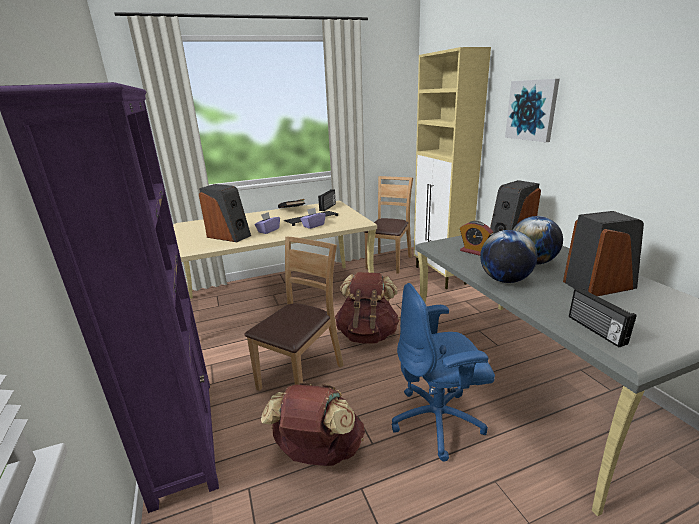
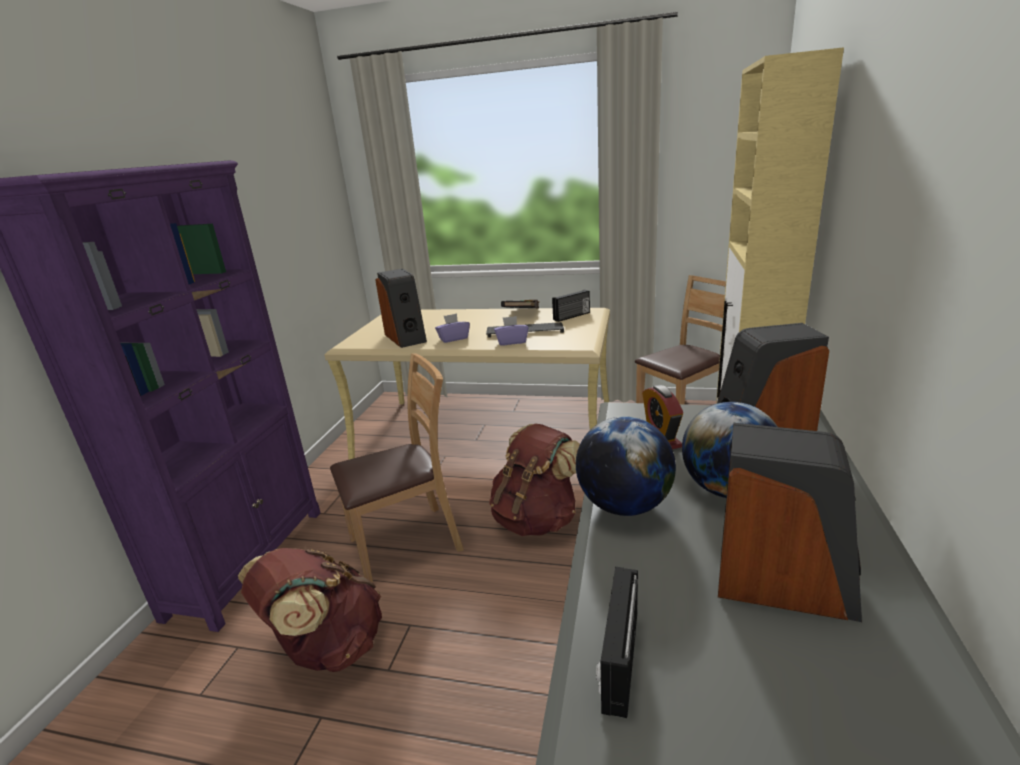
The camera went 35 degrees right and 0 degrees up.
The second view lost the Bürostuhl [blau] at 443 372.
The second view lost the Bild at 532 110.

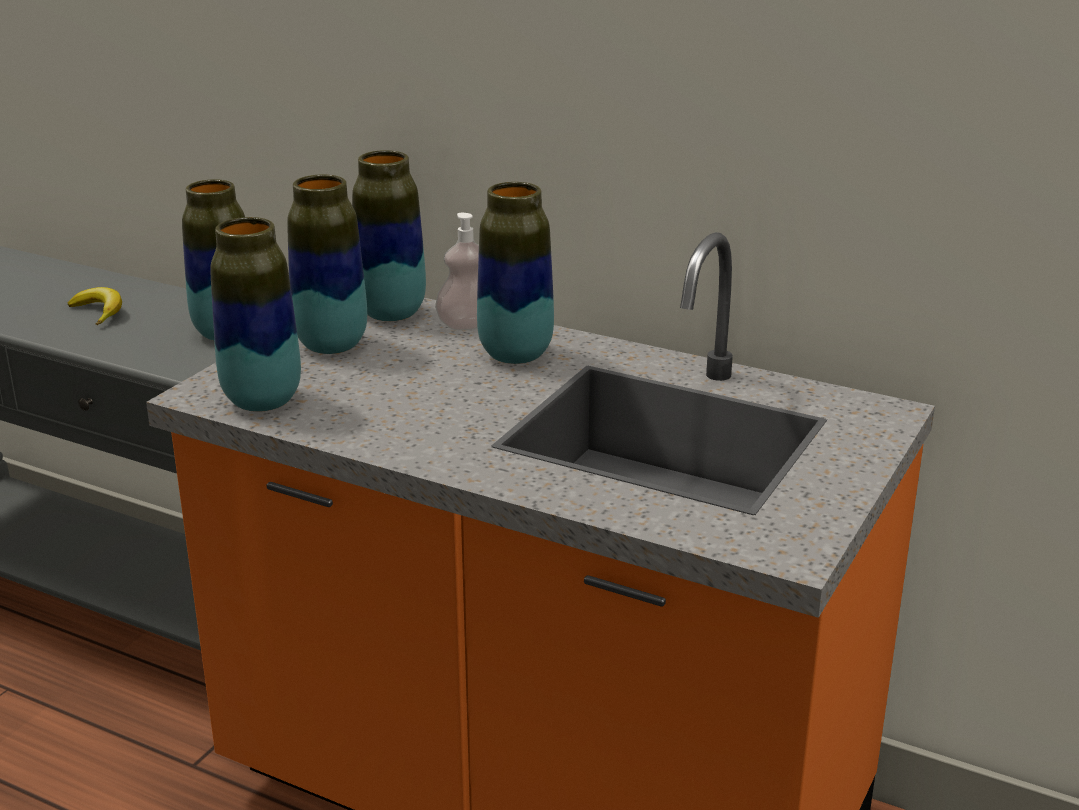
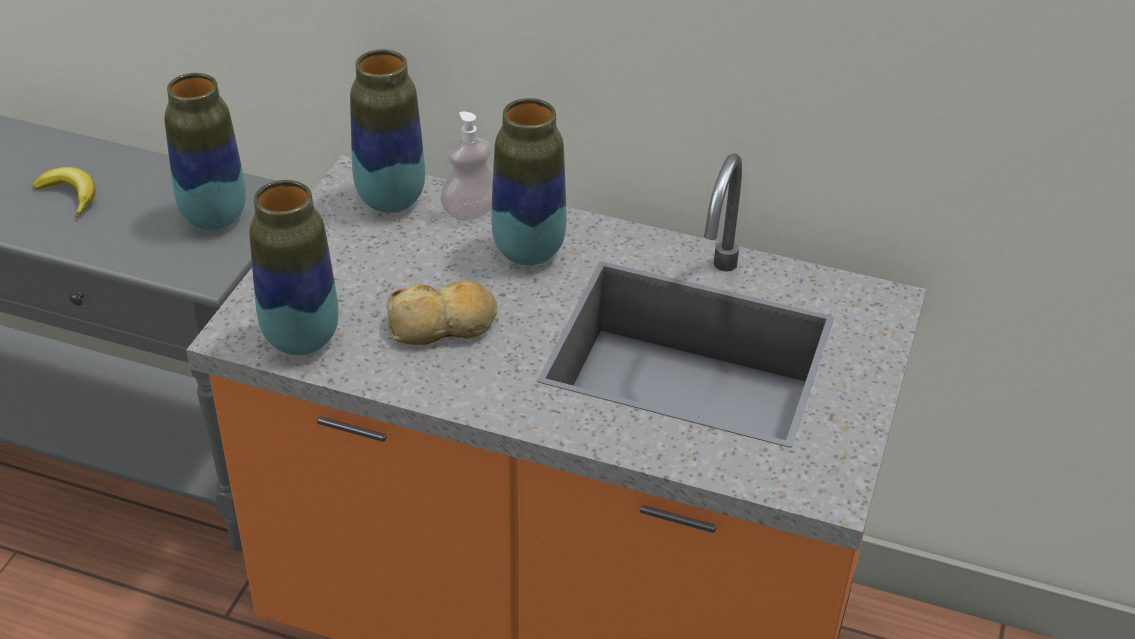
The camera went 10 degrees left and 15 degrees up.
The second view lost the Vase at 327 264.
The second view gained the Brot at 442 312.

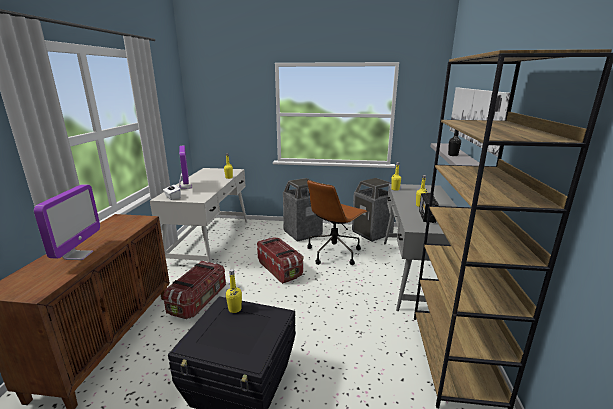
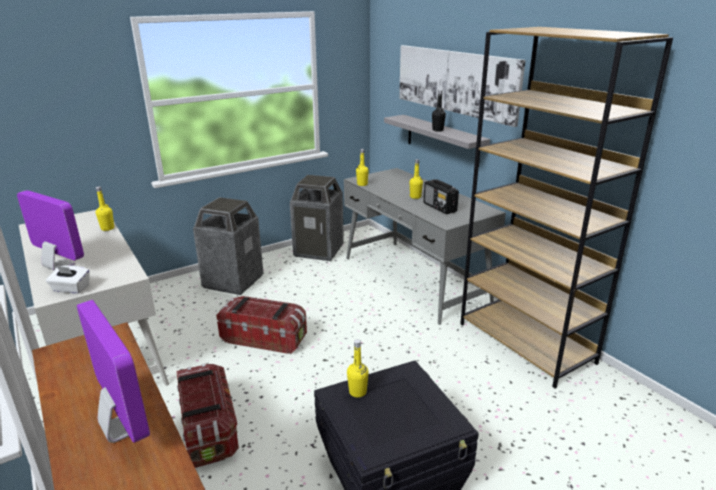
The camera went 40 degrees left and 5 degrees up.
The second view lost the Bürostuhl [braun] at 337 222.

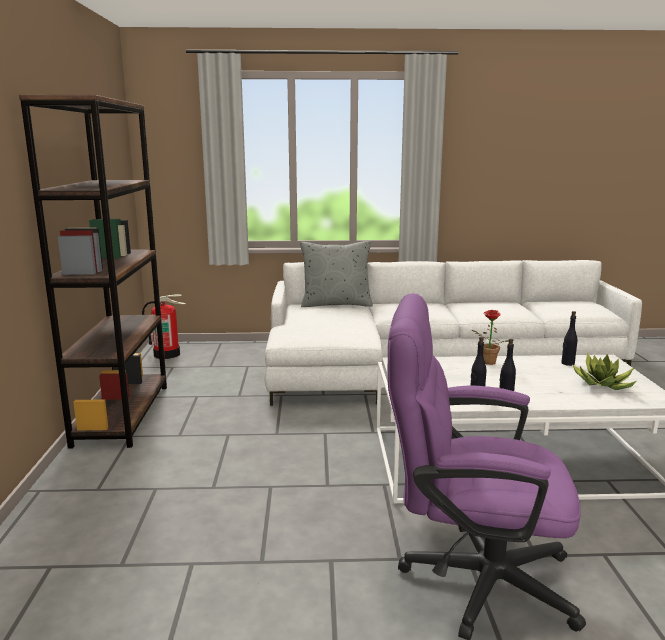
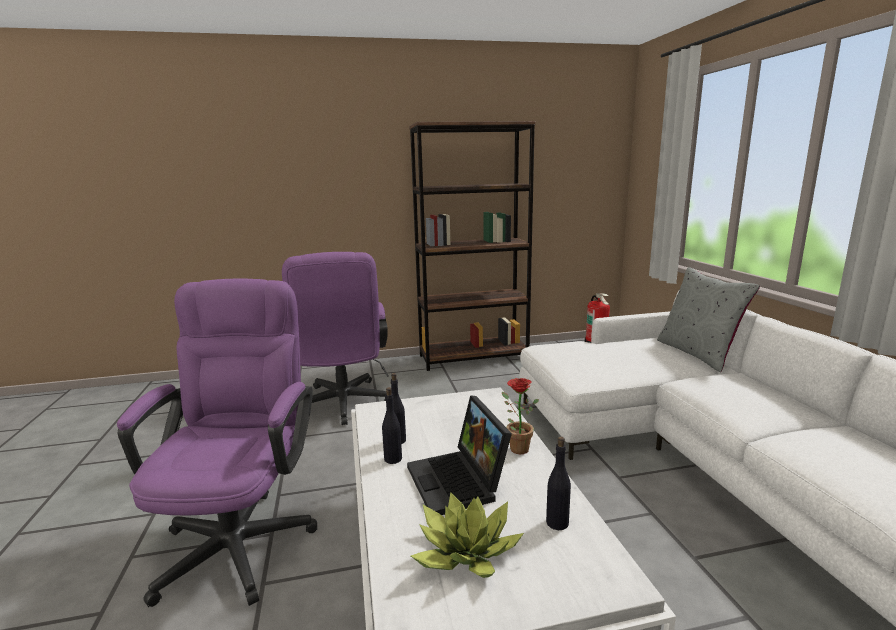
The camera went 80 degrees right and 0 degrees up.
The second view gained the Bürostuhl [lila] at 335 338.
The second view gained the Laptop at 459 455.

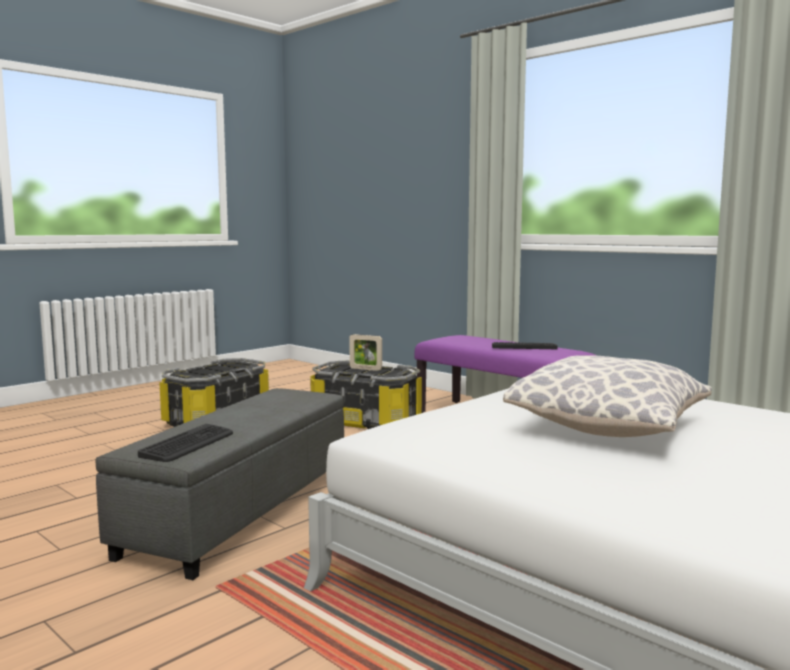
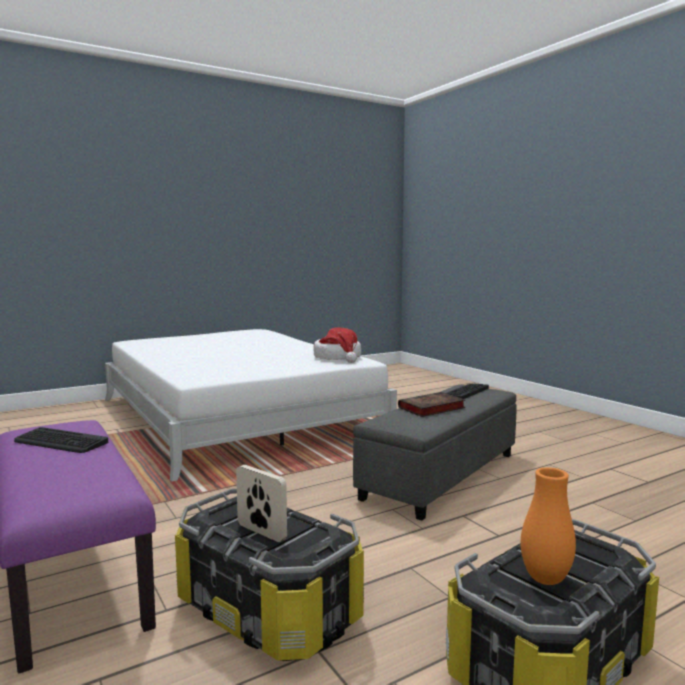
The camera went 165 degrees left and 0 degrees up.
The second view lost the Kissen at 607 396.
The second view gained the Hut at 337 345.
The second view gained the Buch at 431 404.
The second view gained the Vase [orange] at 548 526.

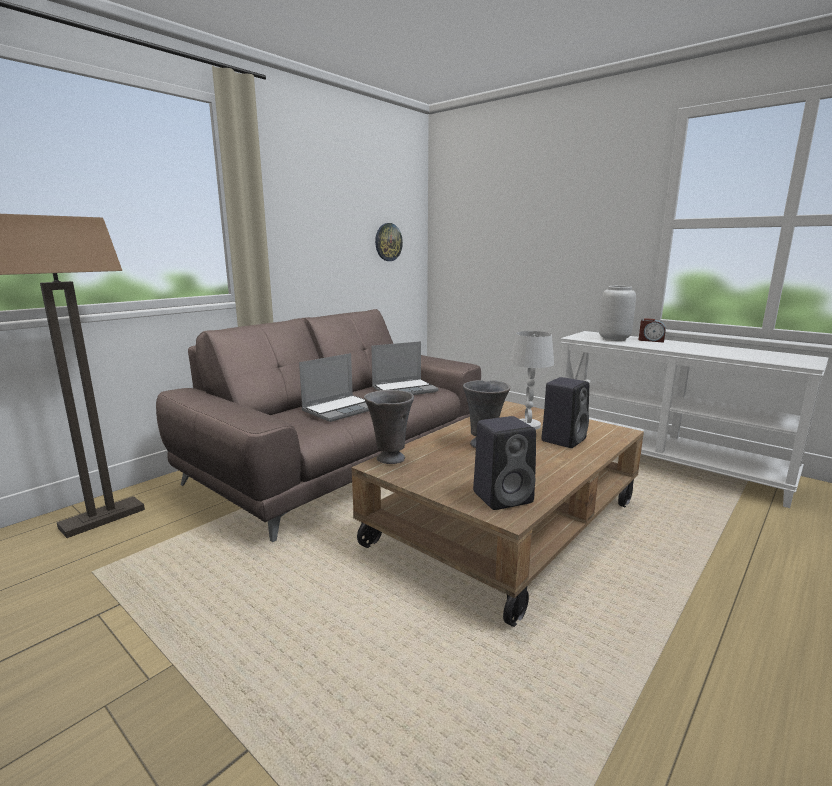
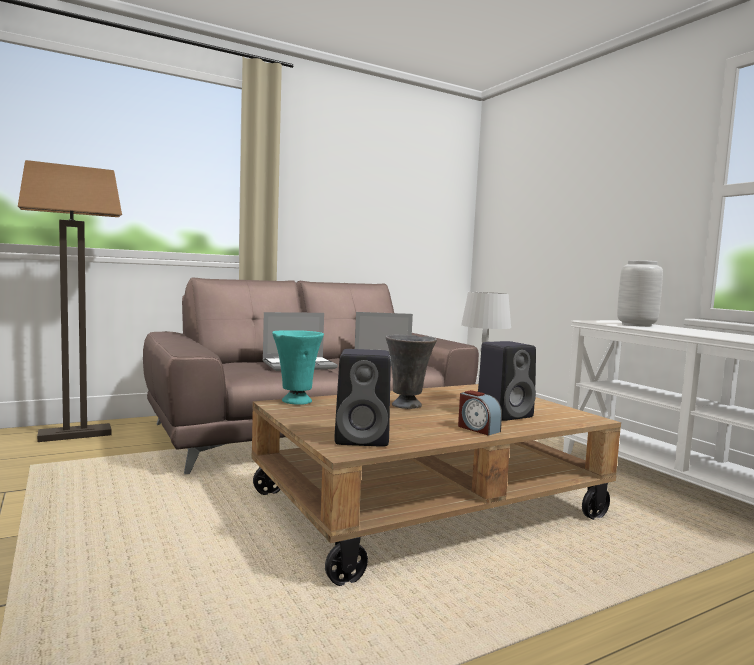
The camera went 20 degrees right and 10 degrees down.
The second view lost the Wanduhr at 389 242.
The Wecker ended up elsewhere, having gone from 652 330 to 480 413.
What was the Vase [grau] at 389 427 turned into the Vase [türkis] at 298 367.

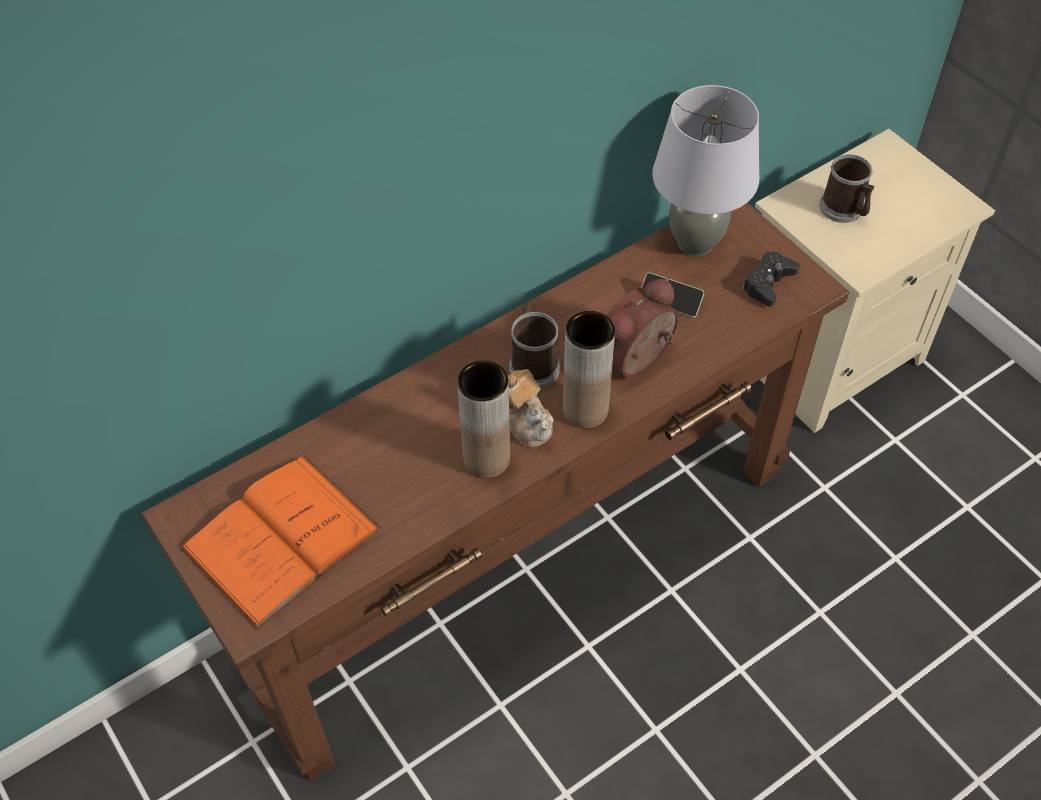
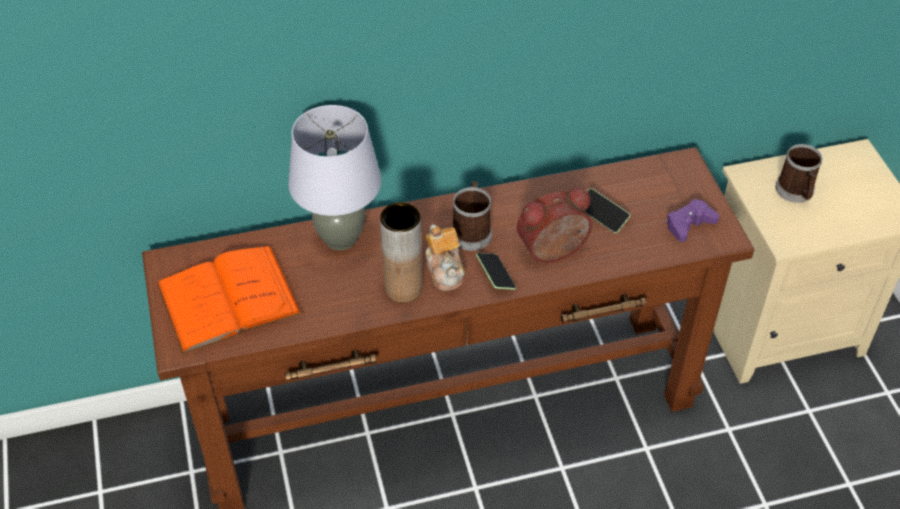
The camera went 20 degrees right and 5 degrees down.
The Tischlampe [grau] ended up elsewhere, having gone from 705 170 to 334 177.
Where the Vase [braun] stood at 589 370, the Handy came to stand at 496 271.
What was the Gamepad [schwarz] at 771 279 turned into the Gamepad [lila] at 692 220.

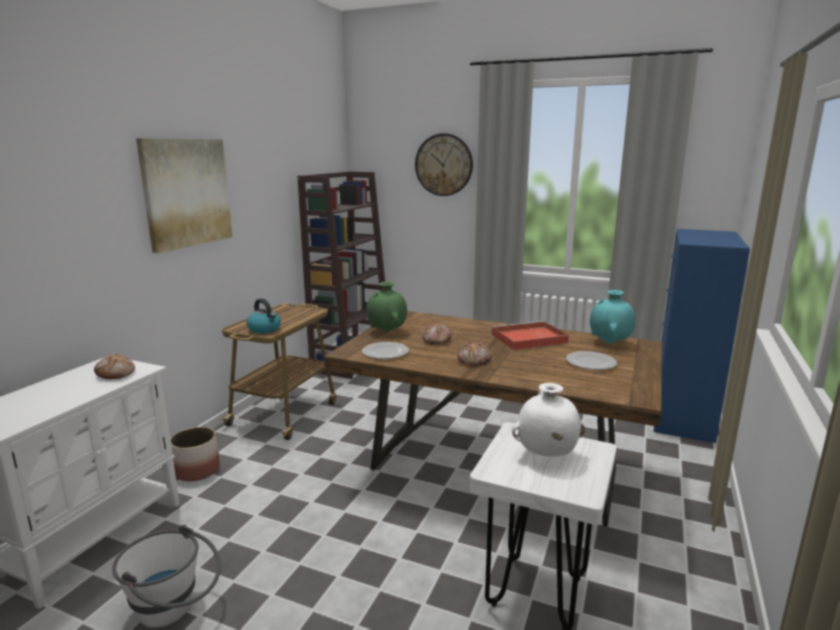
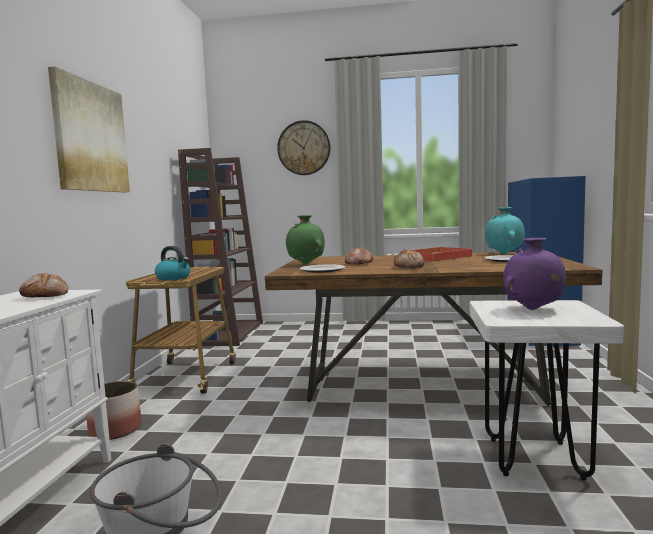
The camera went 15 degrees left and 10 degrees down.
What was the Vase [weiß] at 548 420 turned into the Vase [lila] at 534 274.

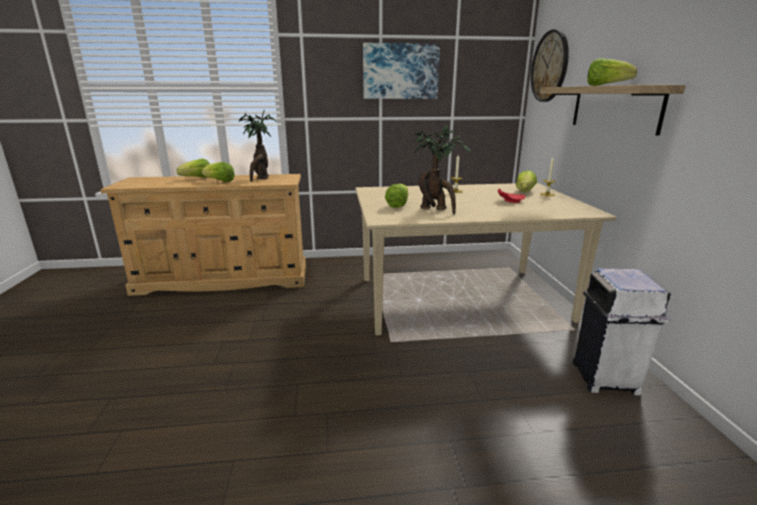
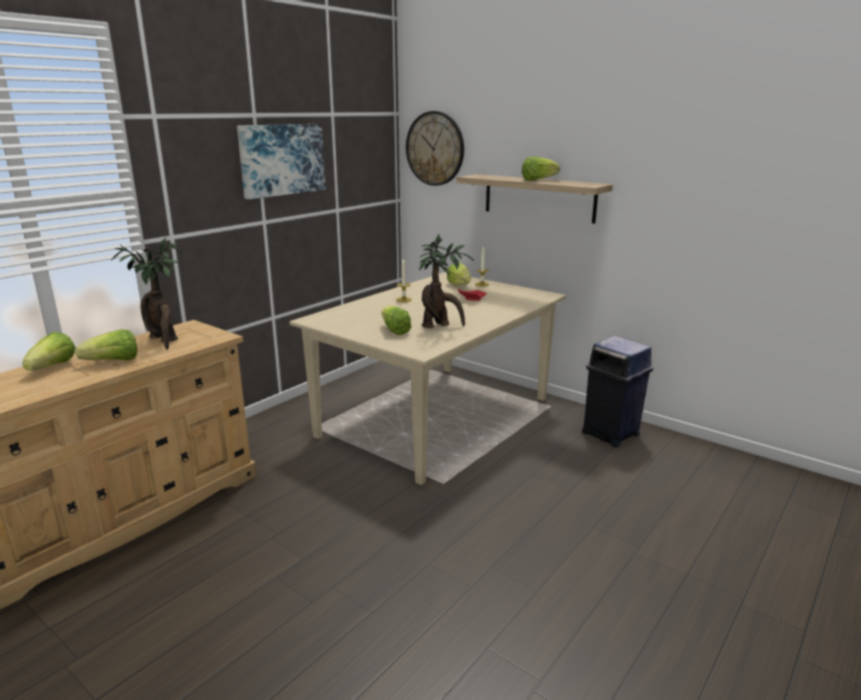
The camera went 45 degrees left and 0 degrees up.
What was the Mülleimer [weiß] at 622 332 turned into the Mülleimer [blau] at 617 391.

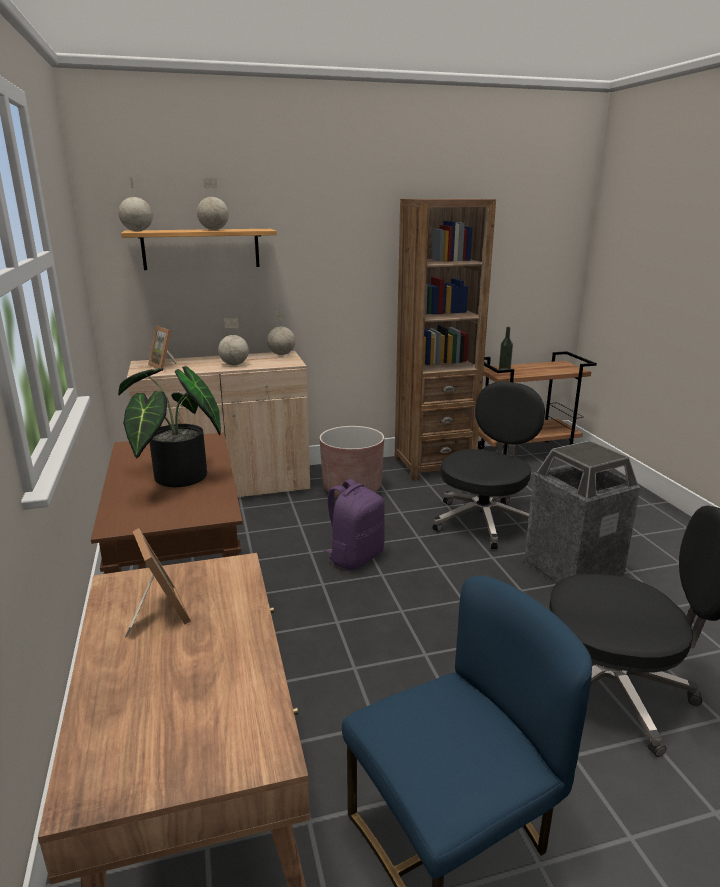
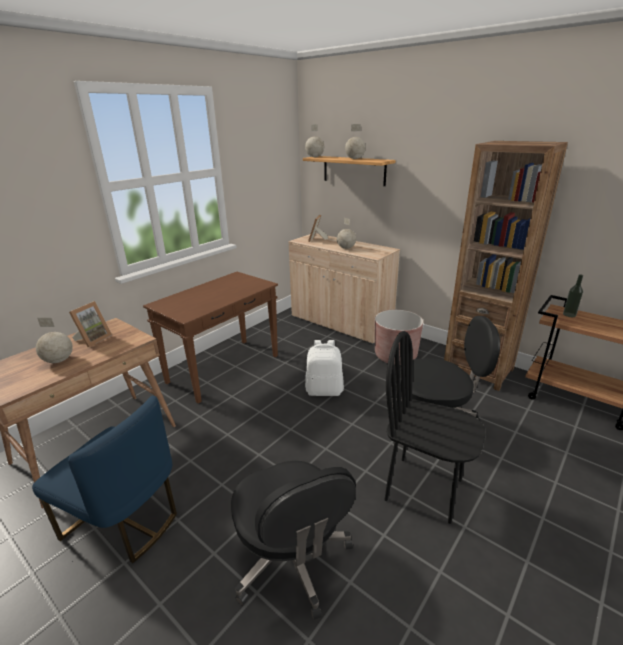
The camera went 55 degrees right and 5 degrees up.
The second view lost the Topfpflanze at 169 426.
The Globus ended up elsewhere, having gone from 281 332 to 54 340.
Where the Mülleimer stood at 582 512, the Stuhl [schwarz] came to stand at 434 427.
What was the Rucksack [lila] at 353 524 turned into the Rucksack [weiß] at 324 368.

